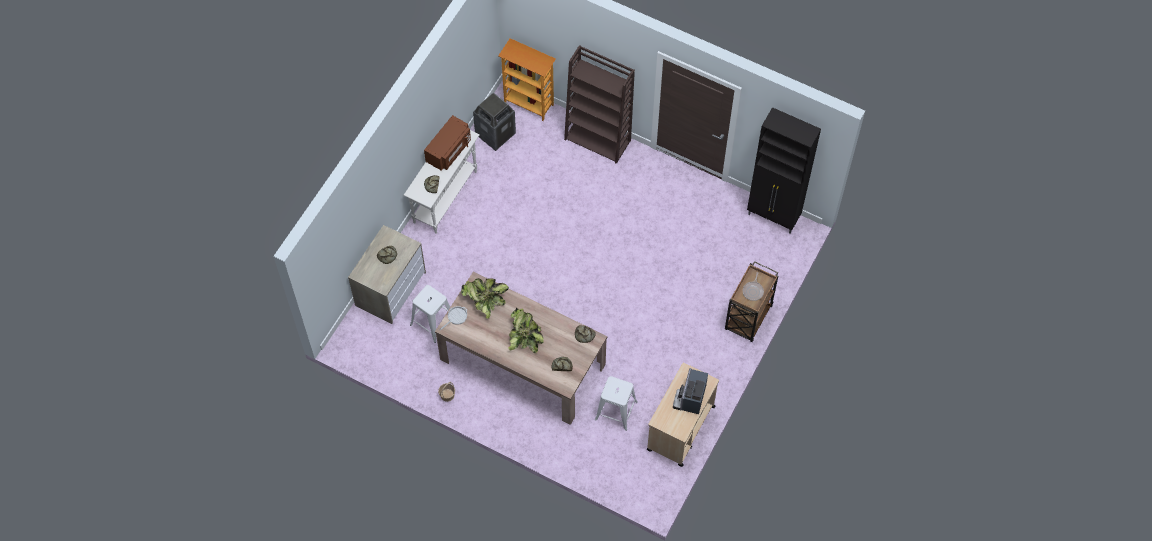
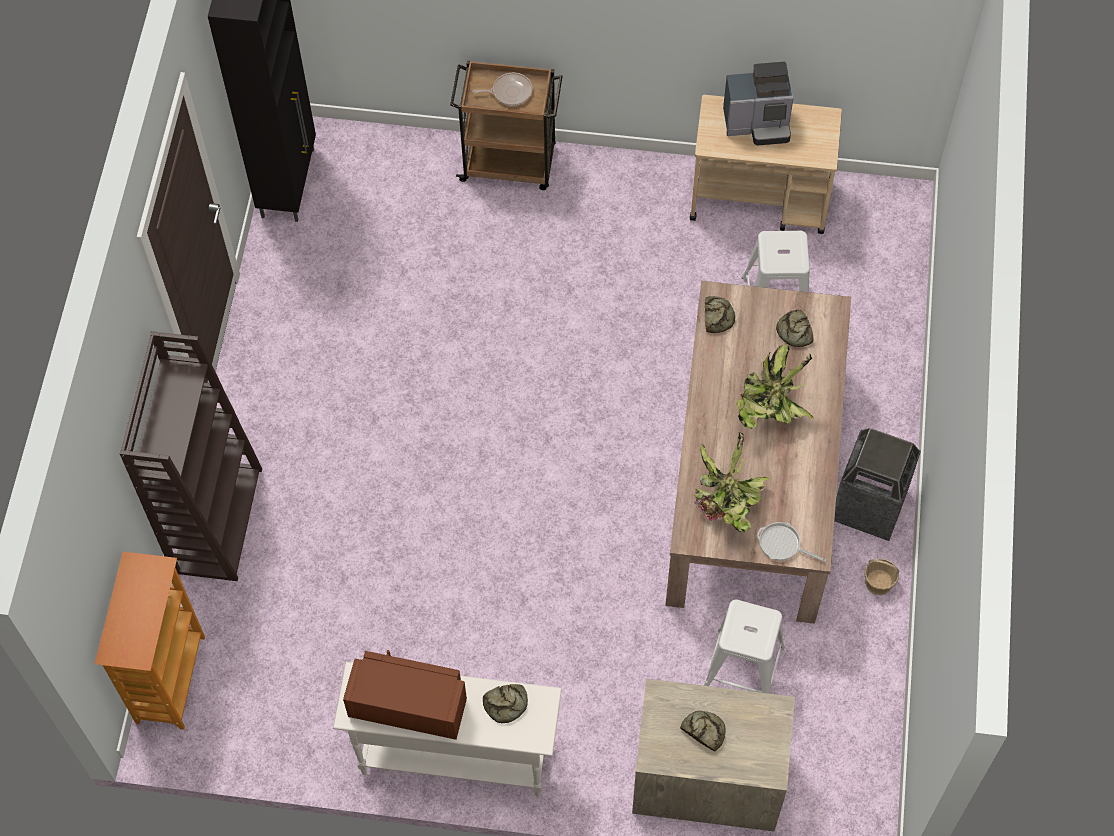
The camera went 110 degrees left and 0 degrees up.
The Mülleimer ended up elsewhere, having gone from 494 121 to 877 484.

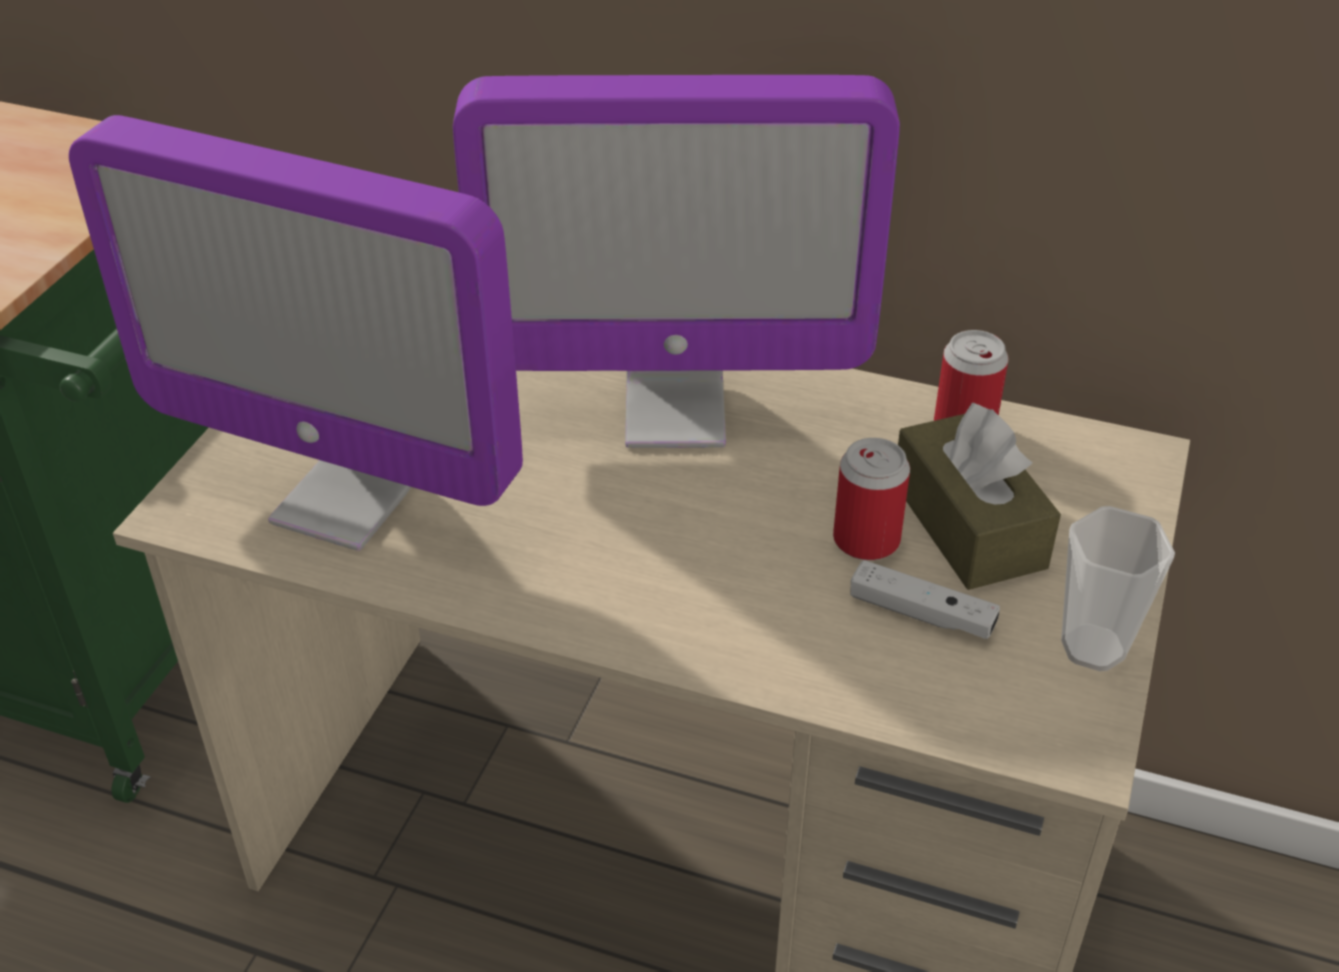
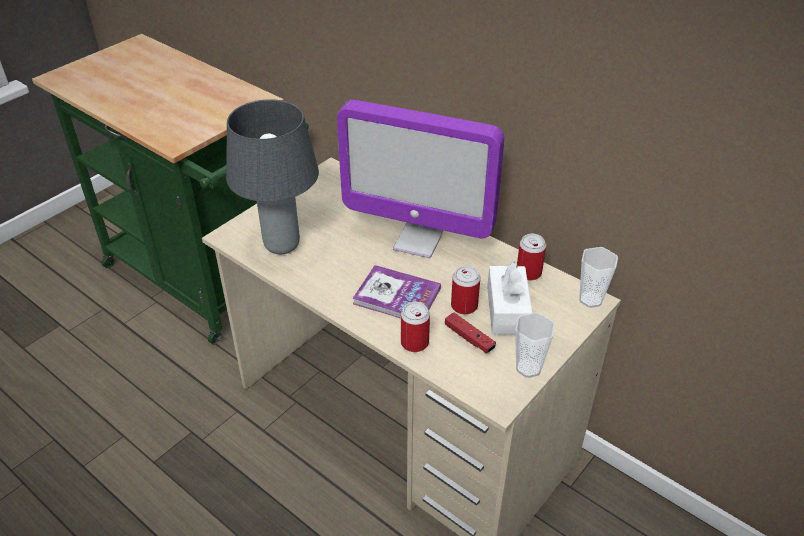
The camera went 20 degrees right and 0 degrees up.
The second view gained the Buch at 396 291.
The second view gained the Dose at 415 327.
The second view gained the Tasse at 598 277.
Where the Monitor stood at 296 333, the Tischlampe [grau] came to stand at 272 176.
What was the Gamepad [weiß] at 925 599 turned into the Gamepad [rot] at 470 333.
What was the Taschentuchbox [braun] at 979 496 turned into the Taschentuchbox [weiß] at 510 298.

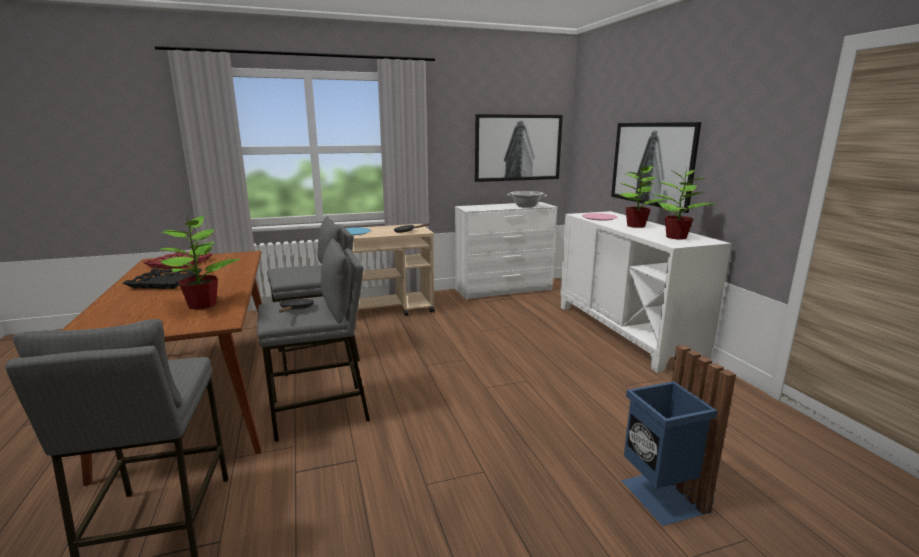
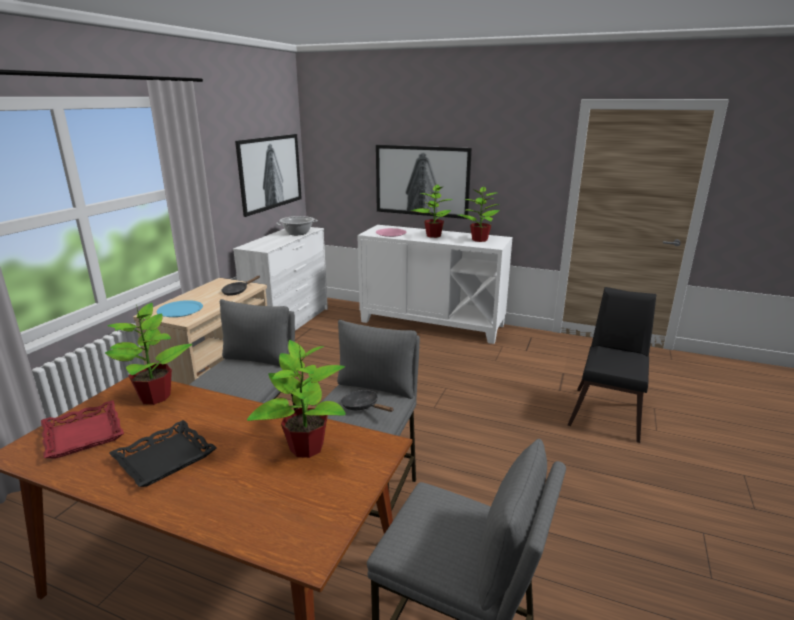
The camera went 50 degrees left and 5 degrees up.
The second view gained the Topfpflanze at 149 354.
Where the Mülleimer [blau] stood at 678 435, the Stuhl [schwarz] came to stand at 612 365.

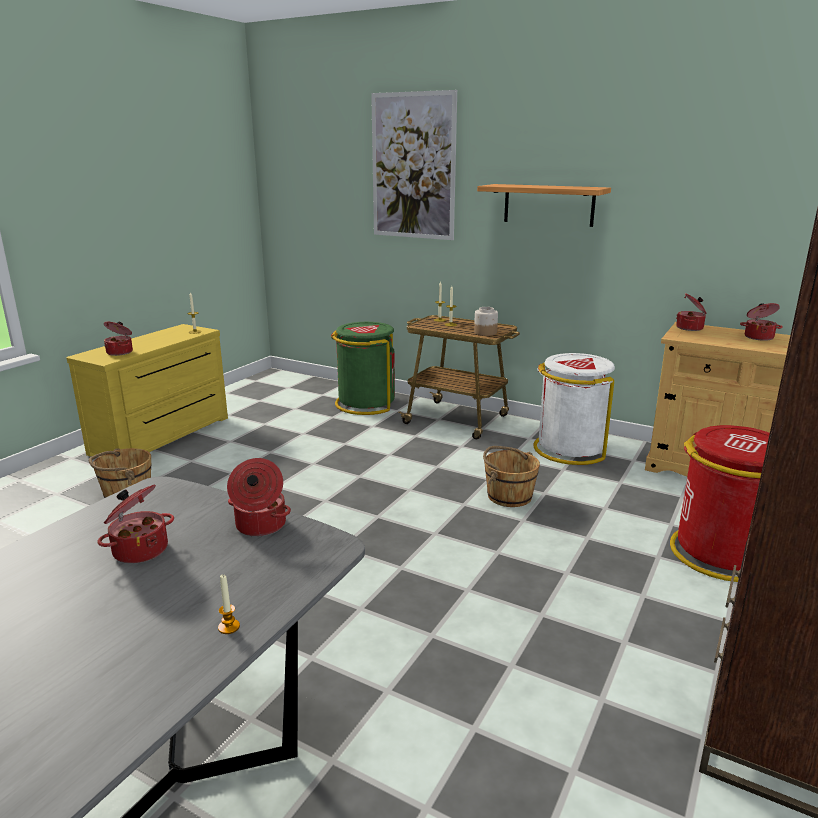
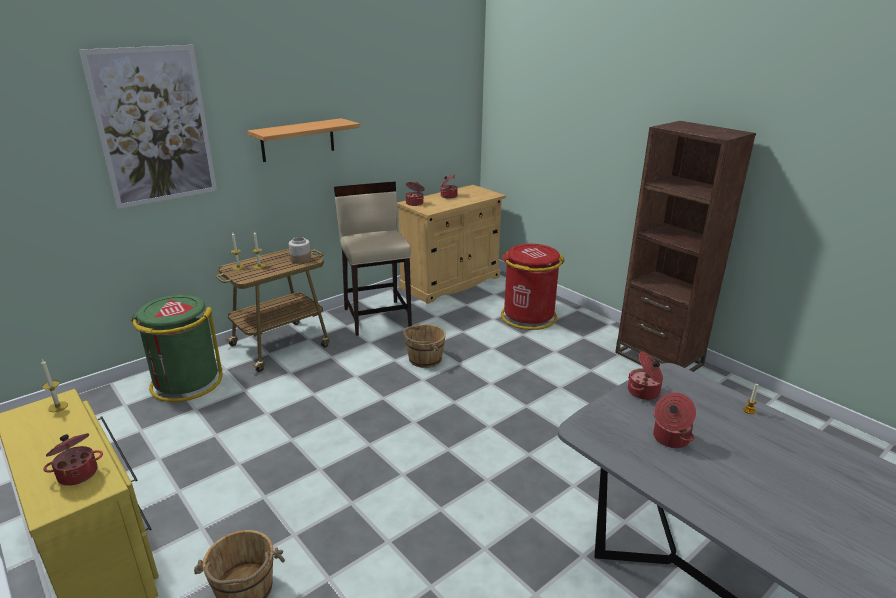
The camera went 70 degrees left and 5 degrees up.
Where the Mülleimer [weiß] stood at 574 409, the Hocker [beige] came to stand at 373 258.

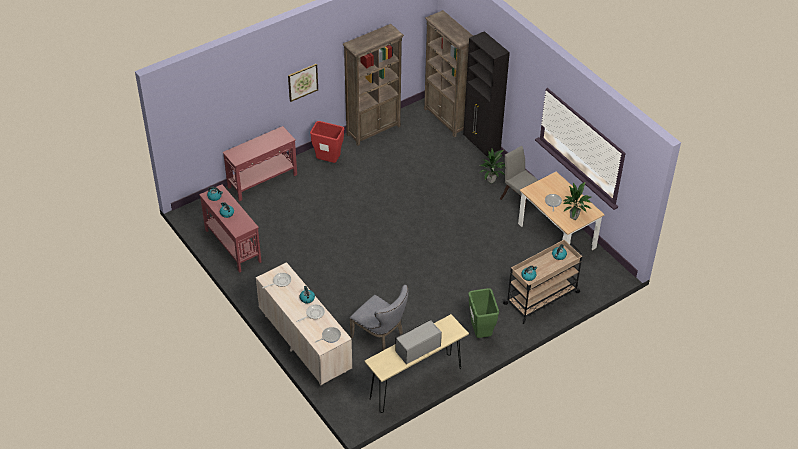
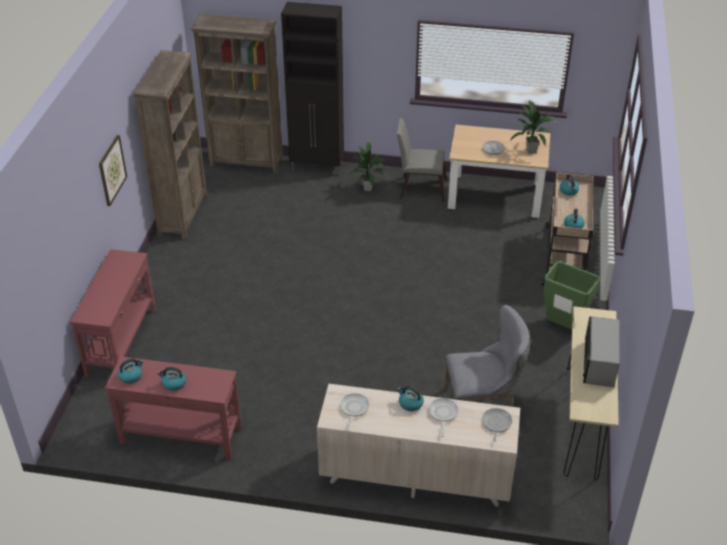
The camera went 45 degrees left and 5 degrees down.
The second view lost the Mülleimer [rot] at 327 142.

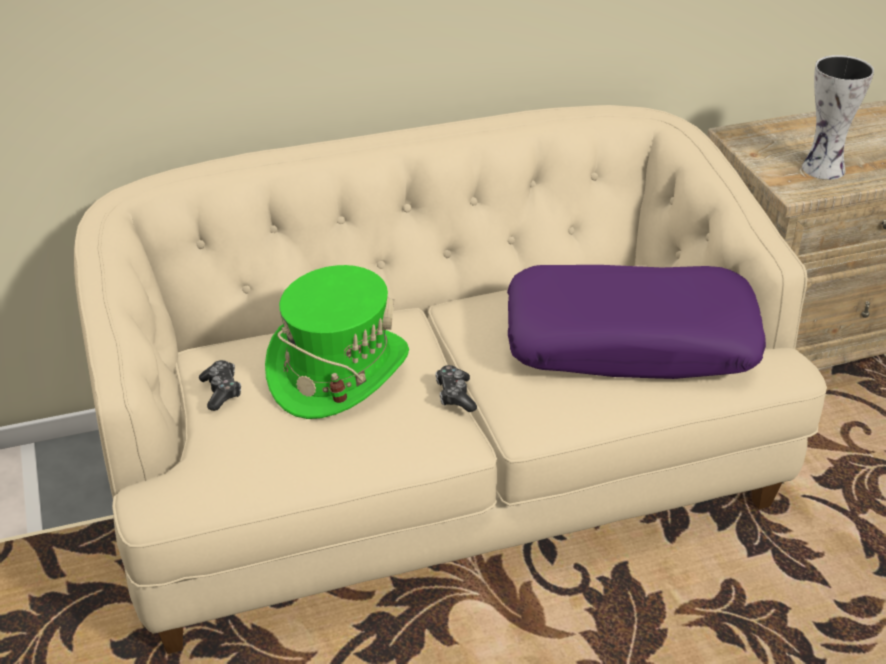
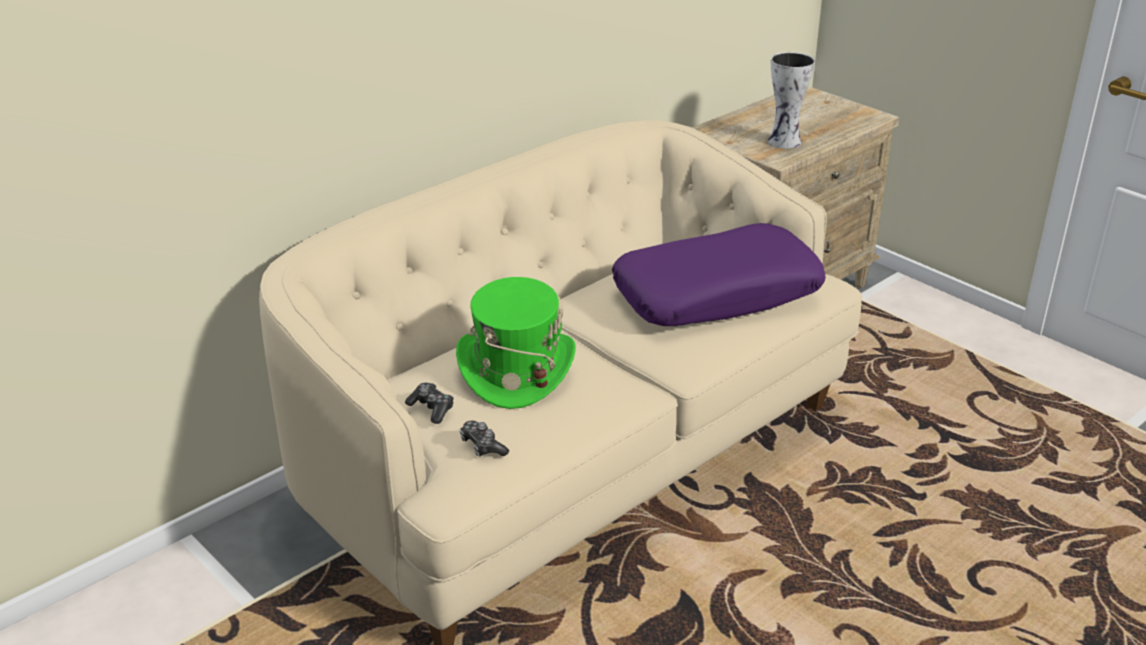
The camera went 25 degrees left and 5 degrees down.
The Gamepad ended up elsewhere, having gone from 456 388 to 484 439.

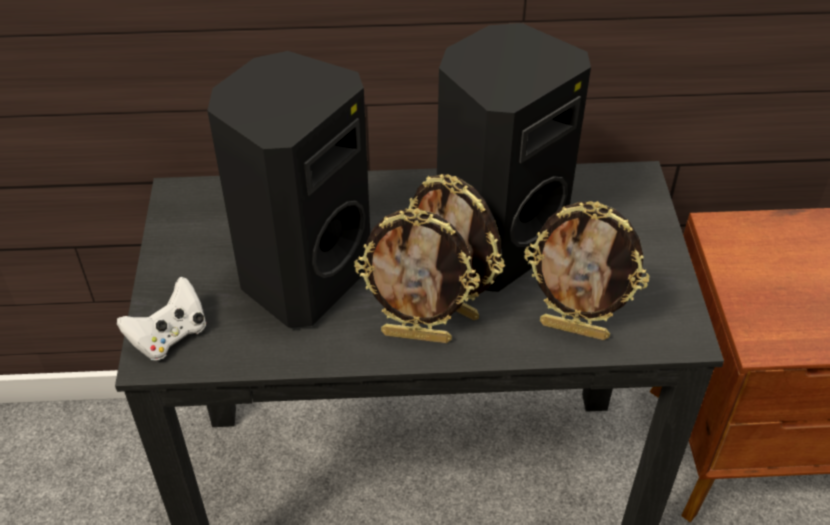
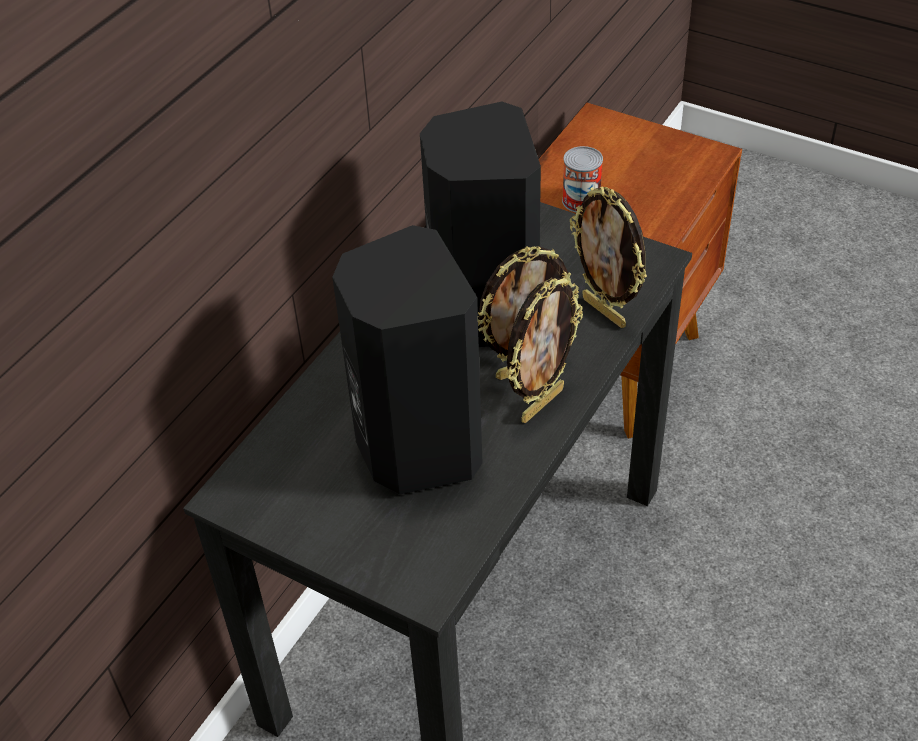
The camera went 55 degrees left and 0 degrees up.
The second view lost the Gamepad [weiß] at 161 318.
The second view gained the Dose at 582 179.
The Bilderrahmen at 586 270 ended up facing another way, 90 degrees clockwise from before.

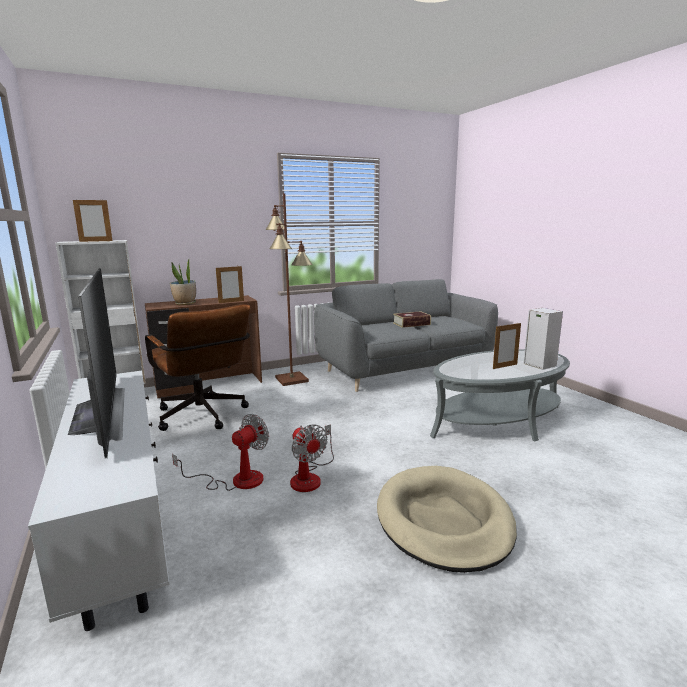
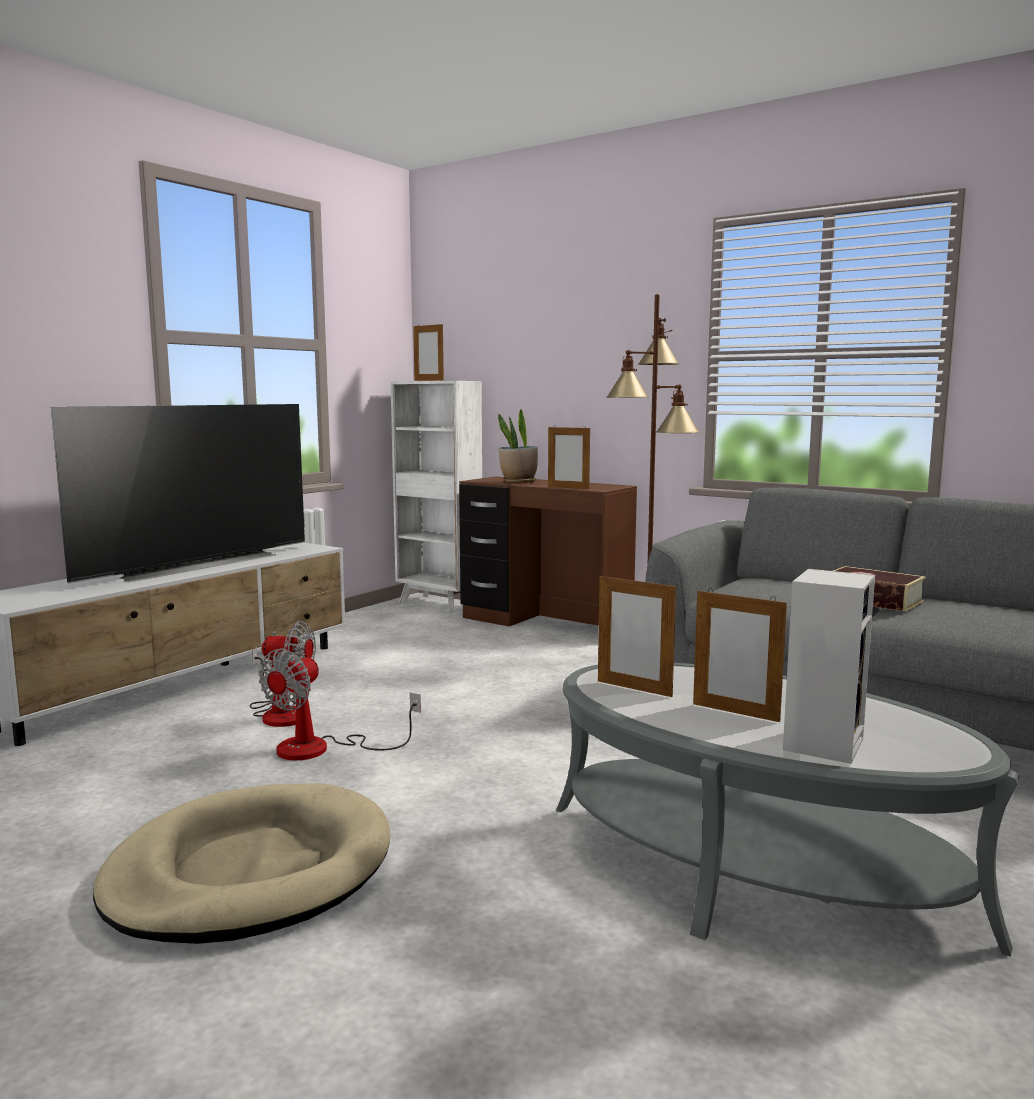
The camera went 60 degrees right and 5 degrees down.
The second view lost the Bürostuhl [braun] at 197 367.
The second view gained the Bilderrahmen at 637 635.

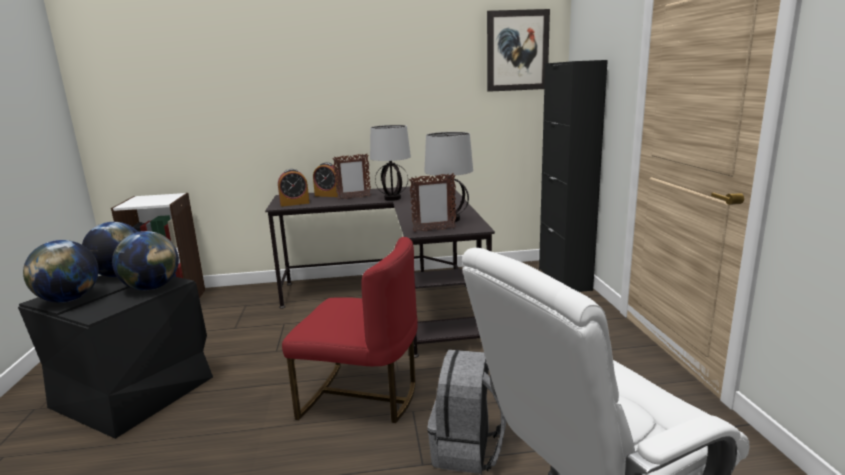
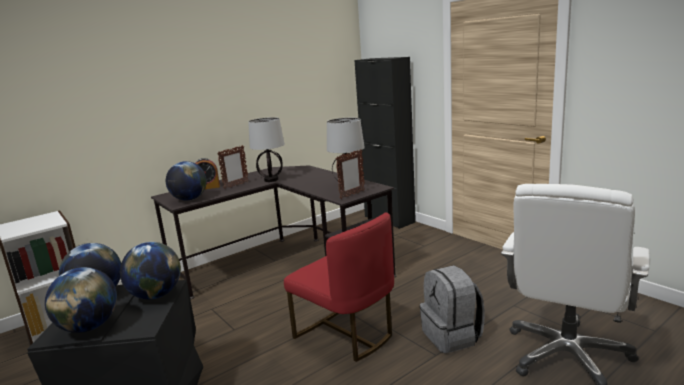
The camera went 30 degrees left and 0 degrees up.
The second view lost the Bild at 518 50.
Where the Wecker stood at 294 188, the Globus came to stand at 186 181.
The Stuhl [rot] at 350 330 ended up facing another way, 60 degrees clockwise from before.

